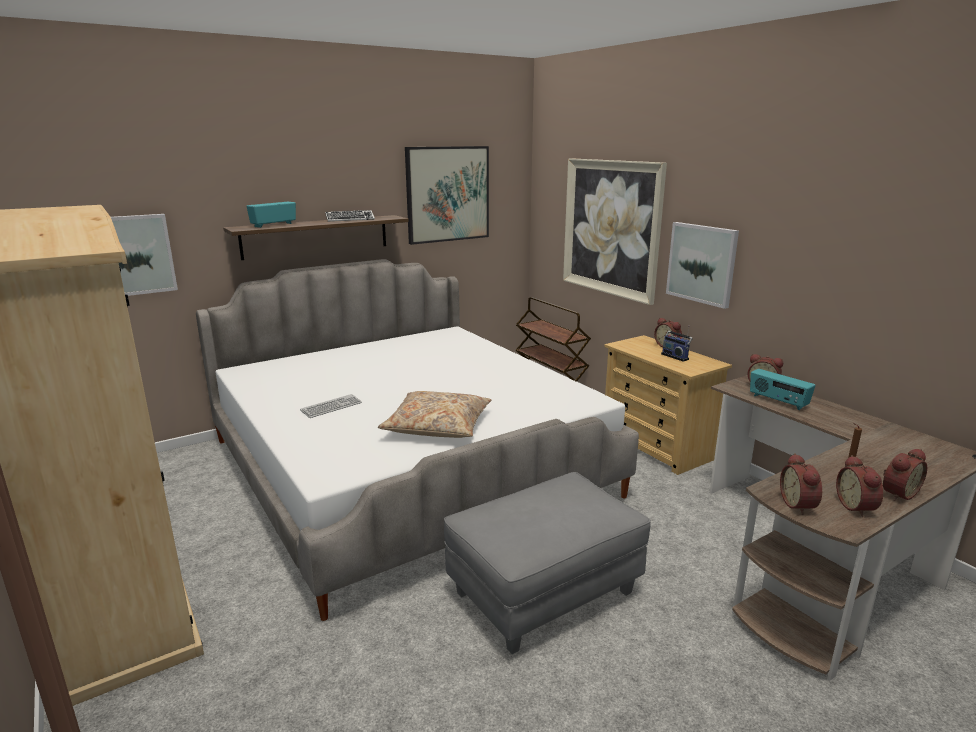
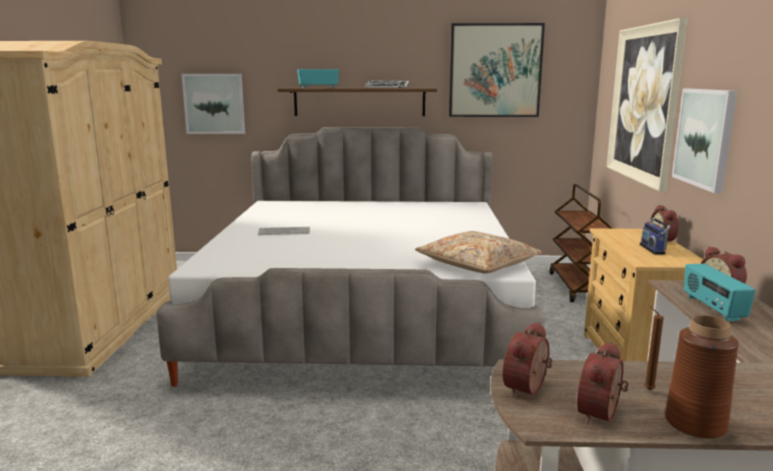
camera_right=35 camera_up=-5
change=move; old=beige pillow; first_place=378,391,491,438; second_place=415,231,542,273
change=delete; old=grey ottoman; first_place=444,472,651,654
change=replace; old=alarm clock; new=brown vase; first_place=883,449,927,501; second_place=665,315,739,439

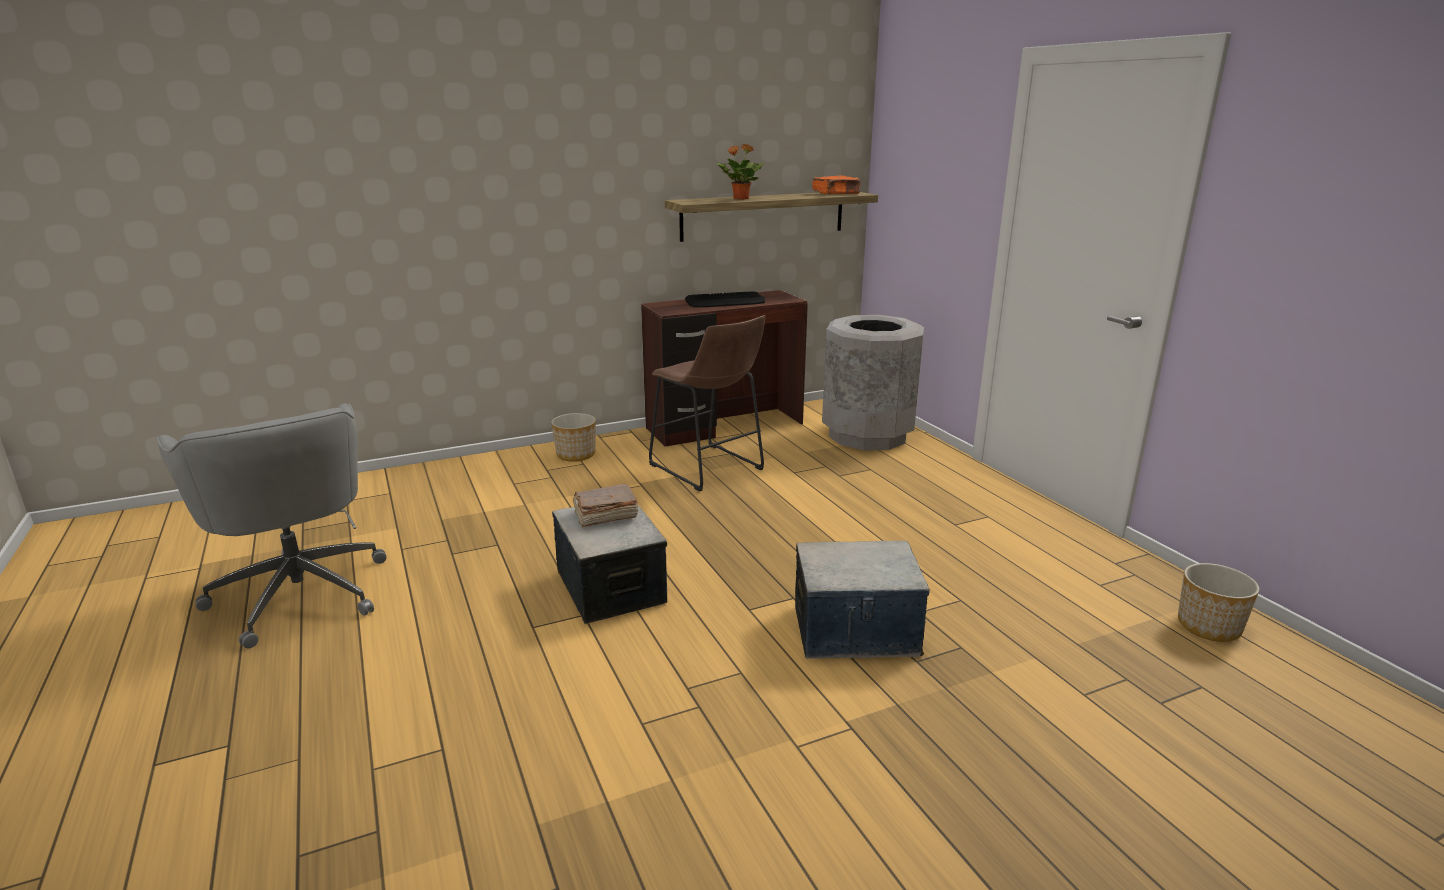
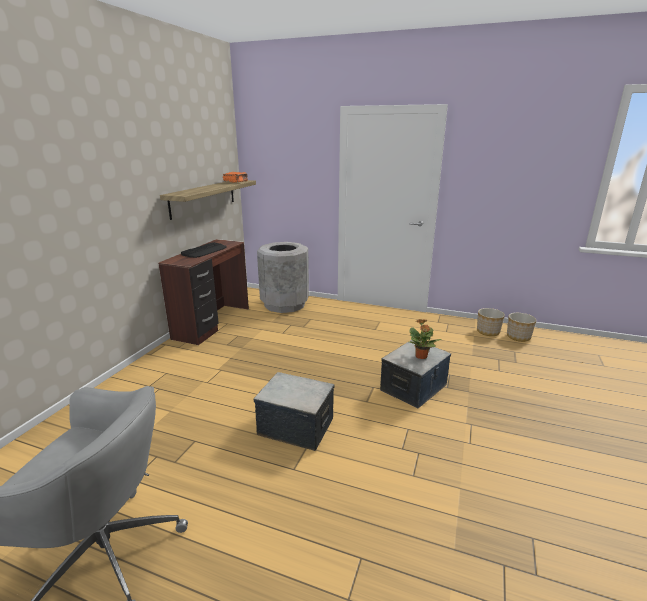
camera_right=-45 camera_up=0
change=move; old=planter; first_place=551,413,596,462; second_place=507,313,537,342
change=delete; old=brown book; first_place=573,484,638,528
change=delete; old=brown stool; first_place=649,315,765,492
change=move; old=potted plant; first_place=717,144,765,200; second_place=409,319,442,359

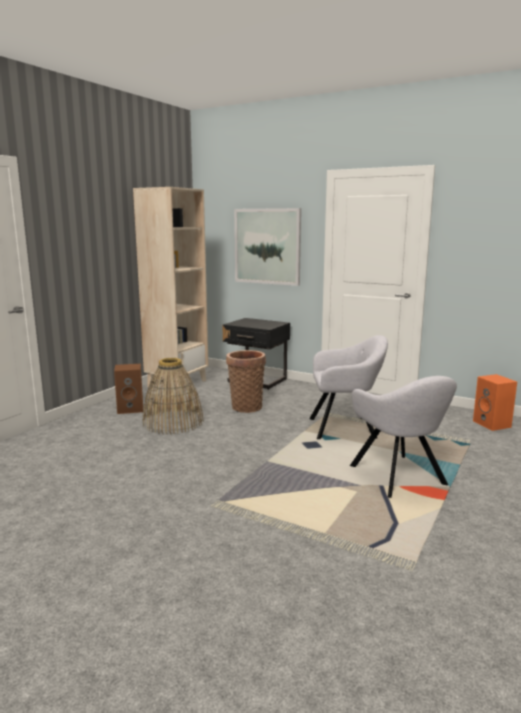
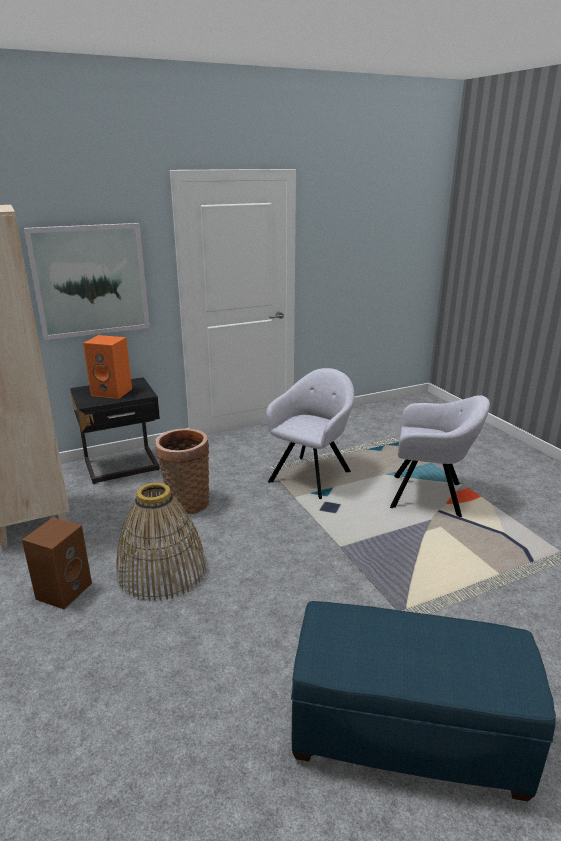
camera_right=-55 camera_up=10
change=move; old=orange speaker; first_place=473,374,517,431; second_place=83,335,132,399
change=insert; new=blue ottoman; second_place=291,601,556,802

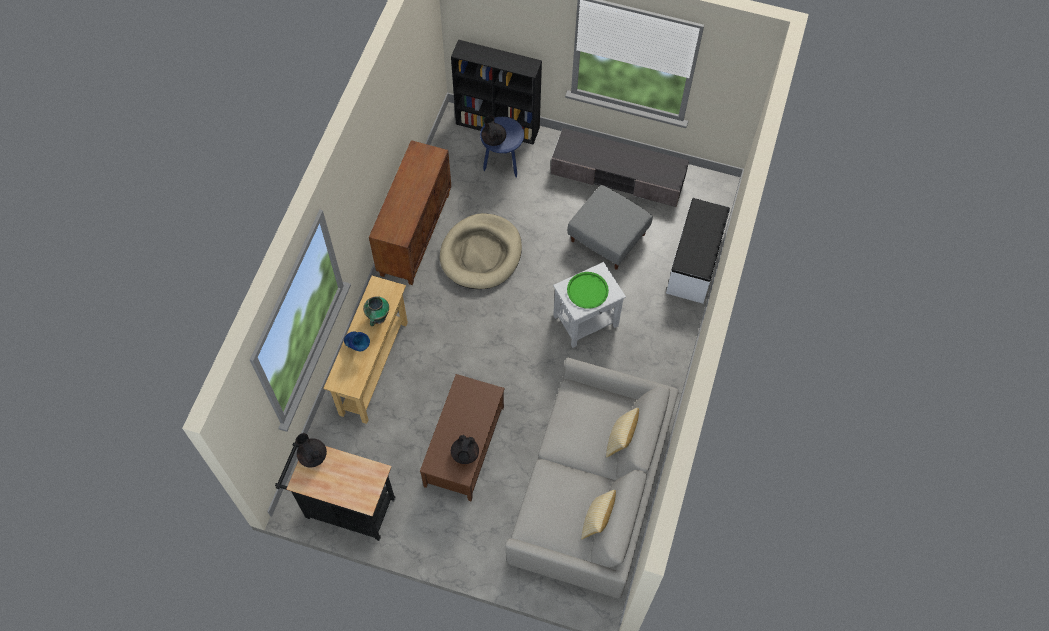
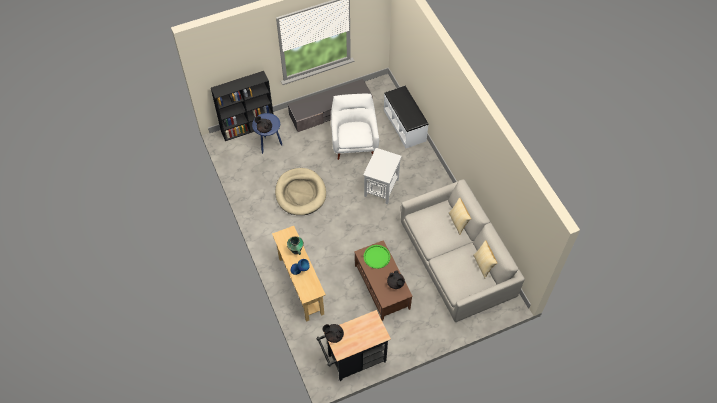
camera_right=-40 camera_up=-5
change=delete; old=brown cabinet; first_place=369,140,451,285
change=replace; old=grey ottoman; new=white armchair; first_place=567,185,653,270; second_place=331,94,379,160
change=move; old=green tray; first_place=567,272,609,309; second_place=364,245,390,269

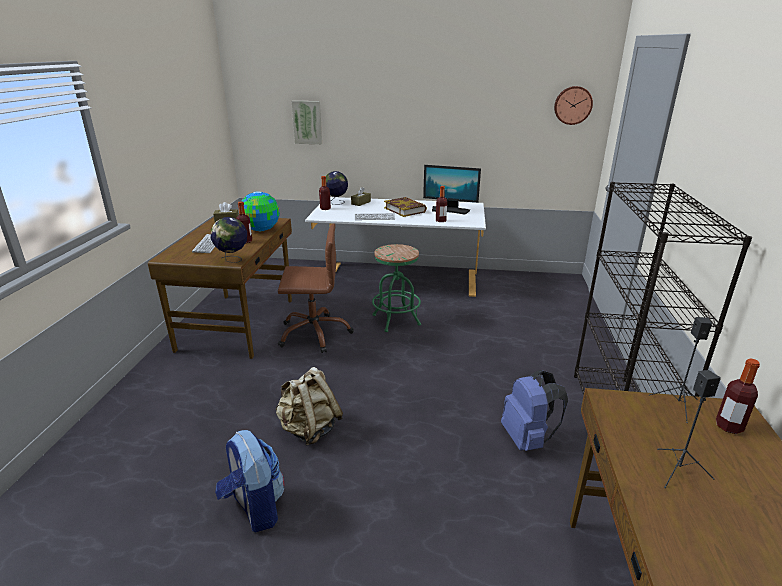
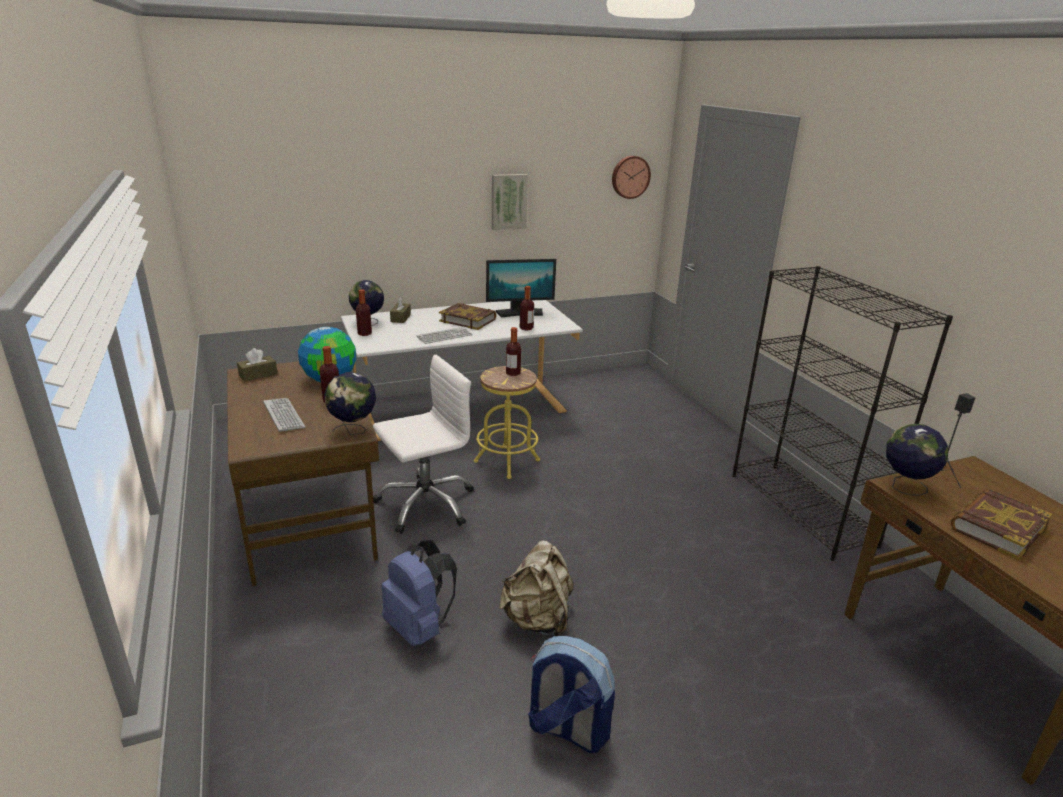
camera_right=-30 camera_up=0
change=recolor; old=brown office chair; new=white office chair; first_place=278,223,354,353; second_place=373,355,474,534
change=move; old=picture; first_place=291,101,322,144; second_place=492,174,528,230
change=recolor; old=green stool; new=yellow stool; first_place=372,244,421,332; second_place=474,366,540,479
change=move; old=blue backpack; first_place=501,370,568,451; second_place=382,540,457,647
change=replace; old=black speaker; new=book; first_place=657,370,721,488; second_place=951,488,1052,560
change=move; old=bottle; first_place=716,358,760,434; second_place=506,327,521,376
change=insert; new=globe; second_place=886,424,948,496

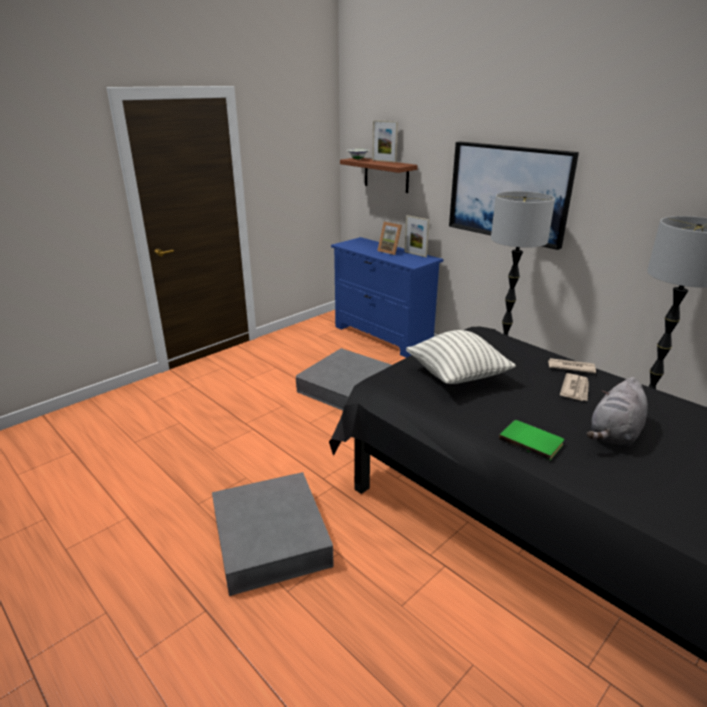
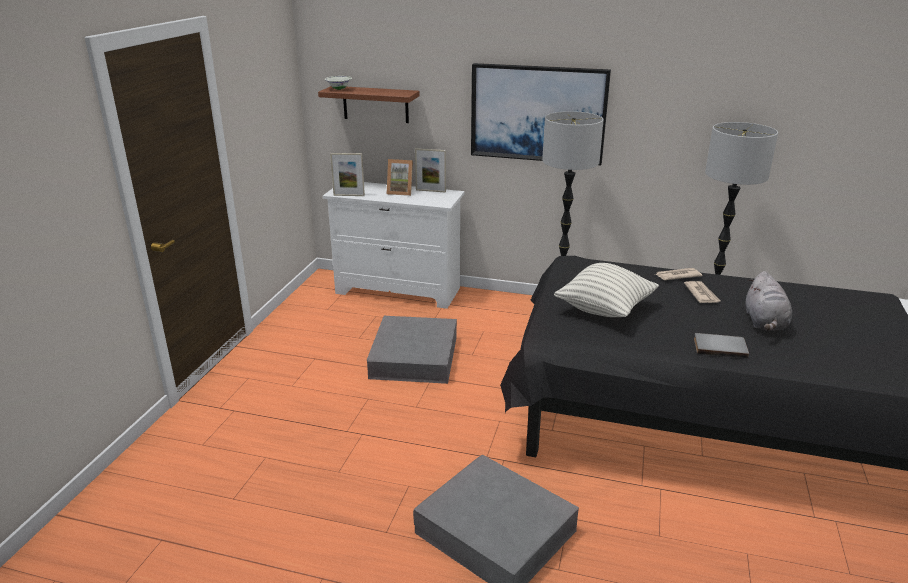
camera_right=-30 camera_up=0
change=recolor; old=blue dresser; new=white dresser; first_place=331,237,443,358; second_place=323,182,465,309
change=move; old=picture frame; first_place=372,120,398,162; second_place=330,153,365,196
change=recolor; old=green book; new=grey book; first_place=499,420,564,461; second_place=694,333,749,359

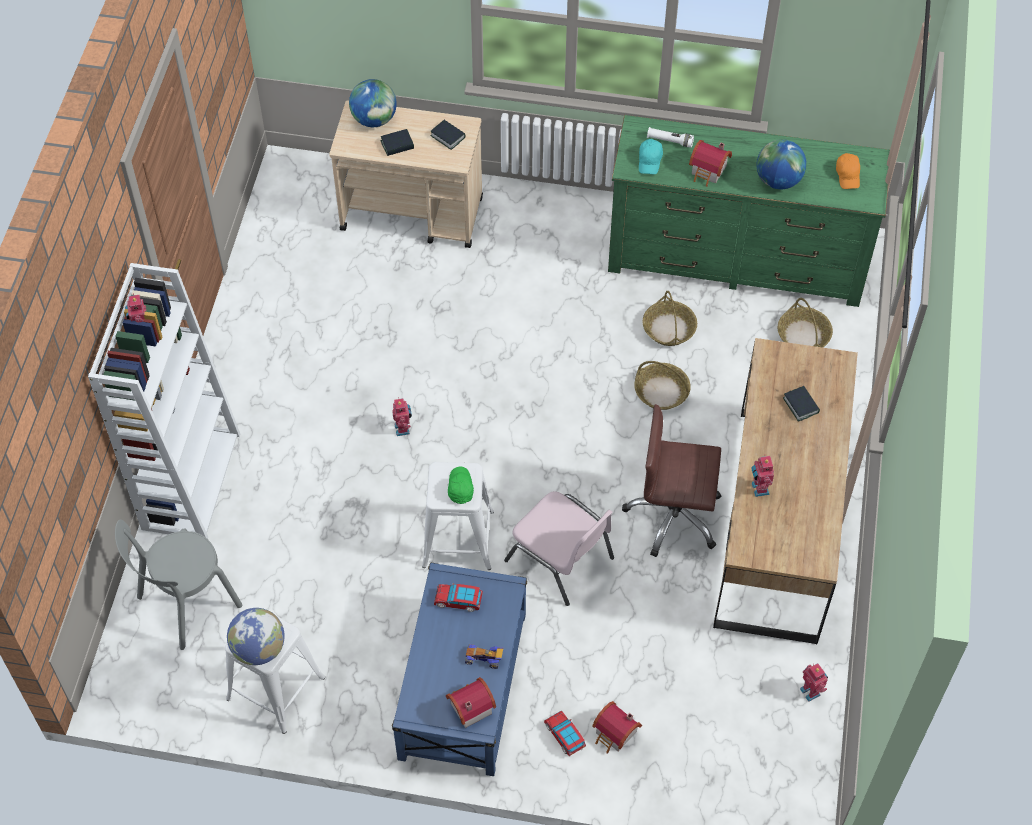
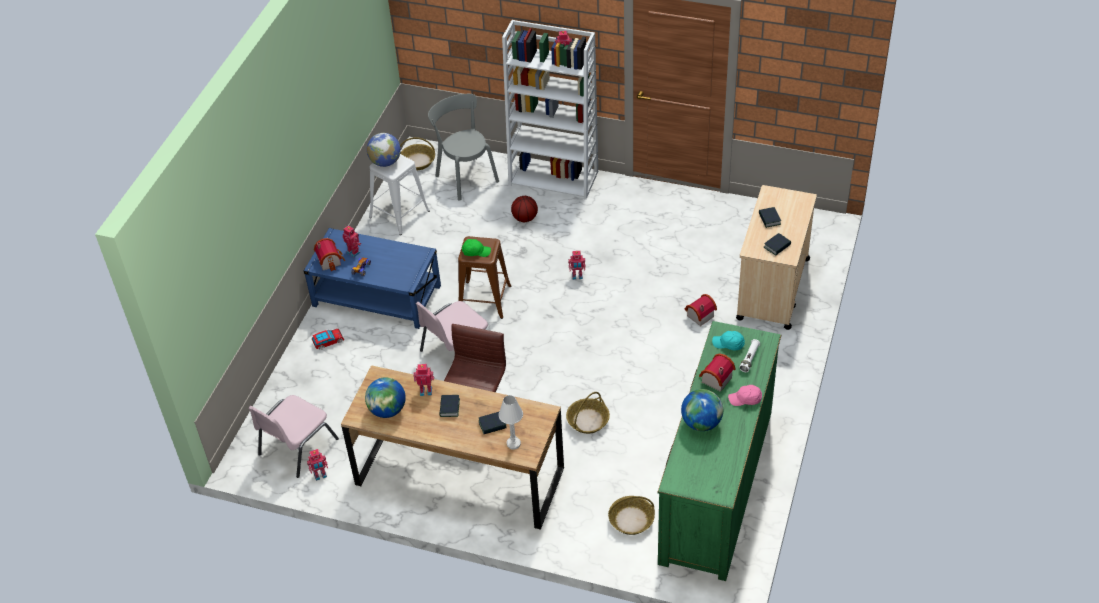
camera_right=100 camera_up=-10
change=move; old=globe; first_place=349,79,397,127; second_place=365,377,406,418
change=recolor; old=white stool; new=brown stool; first_place=422,462,494,570; second_place=458,236,511,319
change=delete; old=toy car; first_place=434,583,483,612
change=move; old=toy house; first_place=592,701,642,754; second_place=685,294,717,326
change=move; old=basket; first_place=643,291,697,346; second_place=400,137,435,170
change=delete; old=orange cap; first_place=836,153,860,189
change=insert; new=pink chair; second_place=248,395,339,478
change=insert; new=toy robot; second_place=343,225,361,258
change=insert; new=book; second_place=439,395,460,417
change=insert; new=white table lamp; second_place=499,395,523,449
change=insert; new=basketball; second_place=511,196,538,222
change=insert; new=pink cap; second_place=728,385,762,406

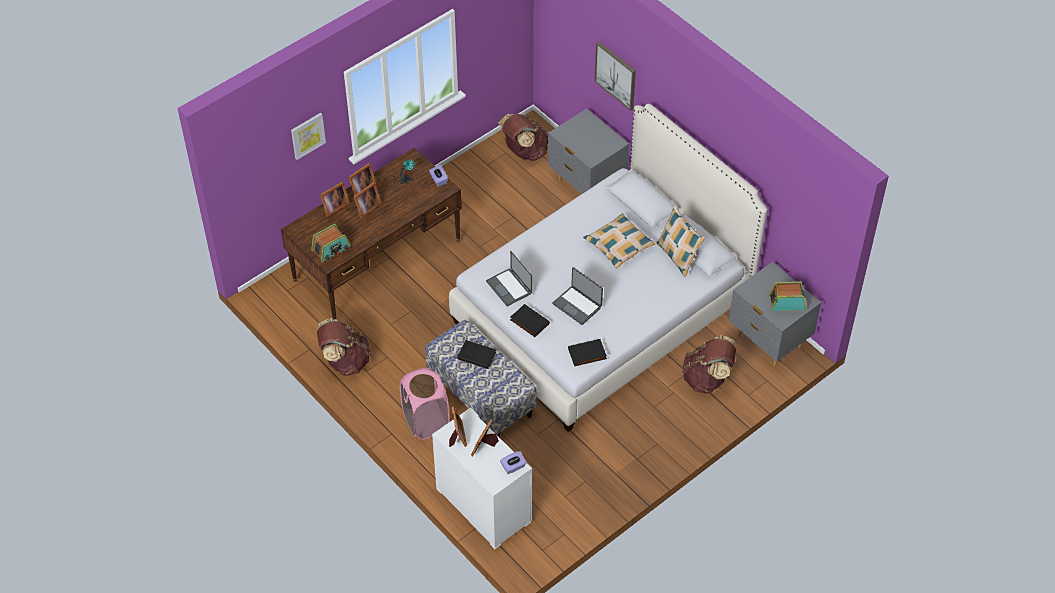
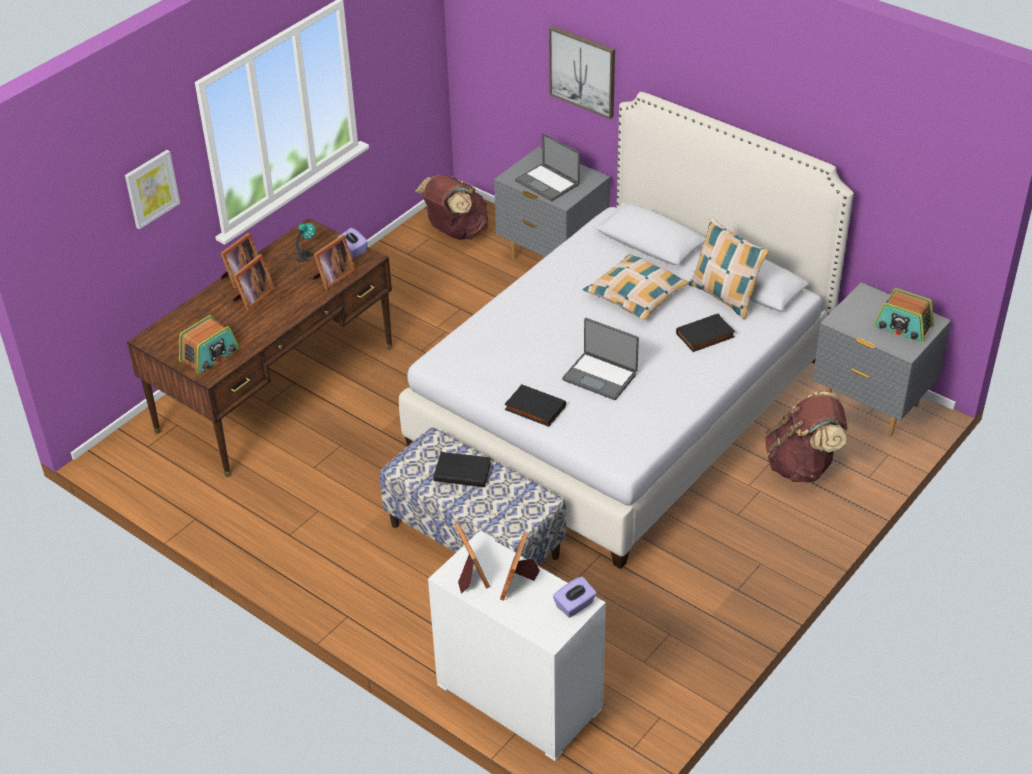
camera_right=-10 camera_up=-10
change=delete; old=brown backpack; first_place=317,318,371,376
change=move; old=picture frame; first_place=320,182,350,217; second_place=313,235,356,290
change=delete; old=pink laundry basket; first_place=400,368,450,440
change=move; old=laptop; first_place=486,251,532,307; second_place=515,133,580,202
change=move; old=black book; first_place=568,339,607,366; second_place=676,314,735,352
change=rotate; old=radio; first_place=768,281,806,311; second_place=873,288,934,343; degrees=-135

